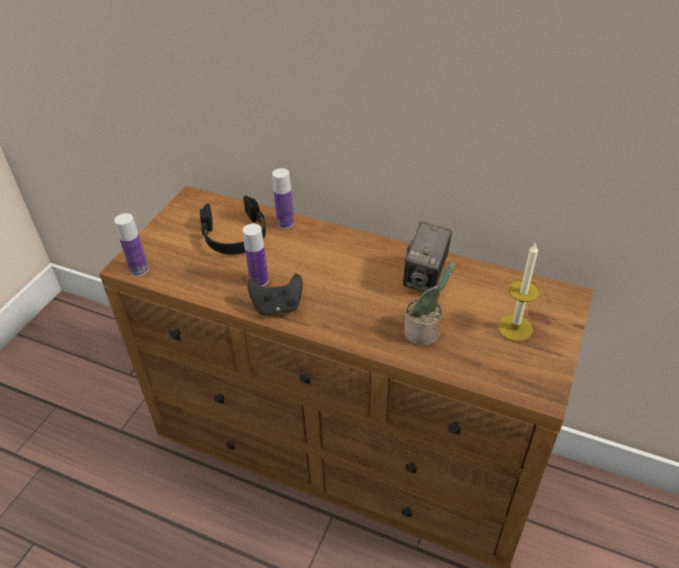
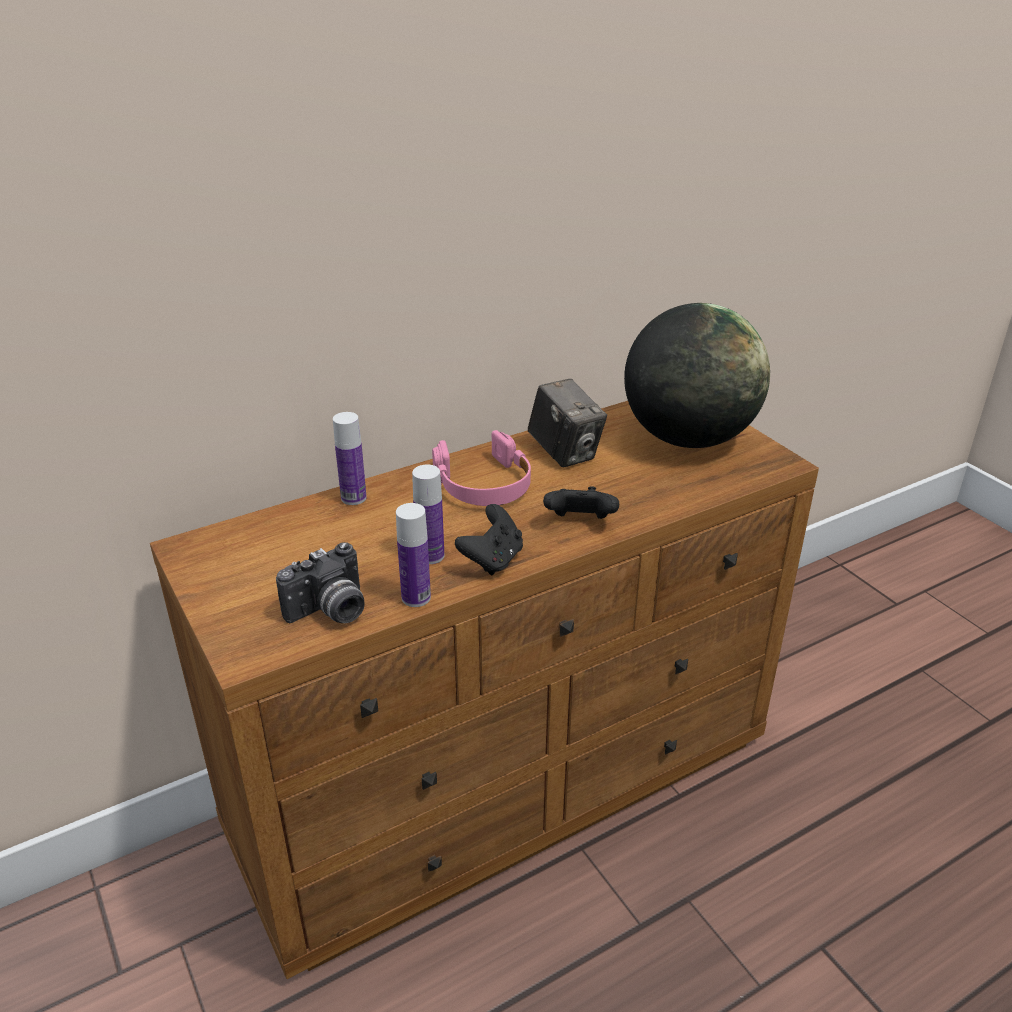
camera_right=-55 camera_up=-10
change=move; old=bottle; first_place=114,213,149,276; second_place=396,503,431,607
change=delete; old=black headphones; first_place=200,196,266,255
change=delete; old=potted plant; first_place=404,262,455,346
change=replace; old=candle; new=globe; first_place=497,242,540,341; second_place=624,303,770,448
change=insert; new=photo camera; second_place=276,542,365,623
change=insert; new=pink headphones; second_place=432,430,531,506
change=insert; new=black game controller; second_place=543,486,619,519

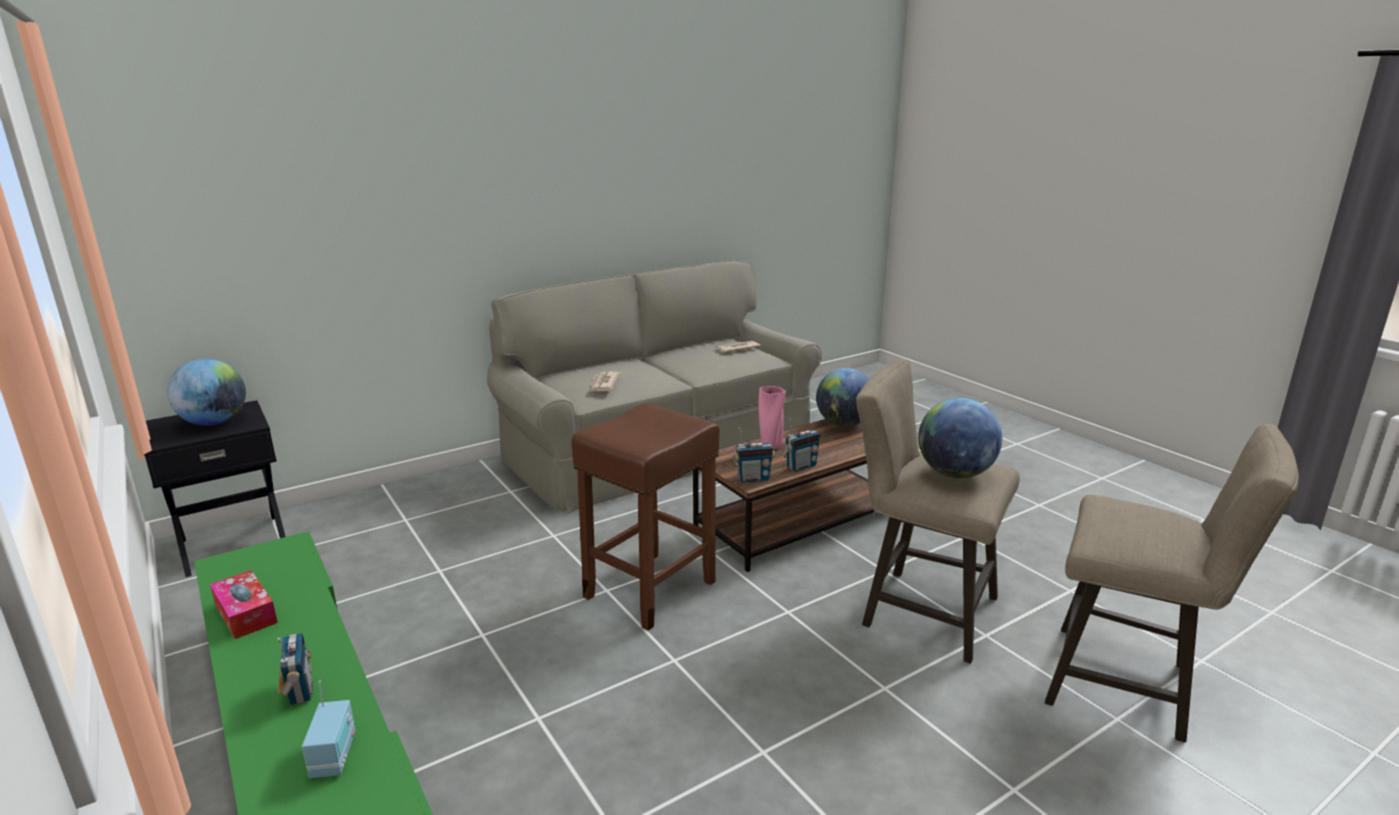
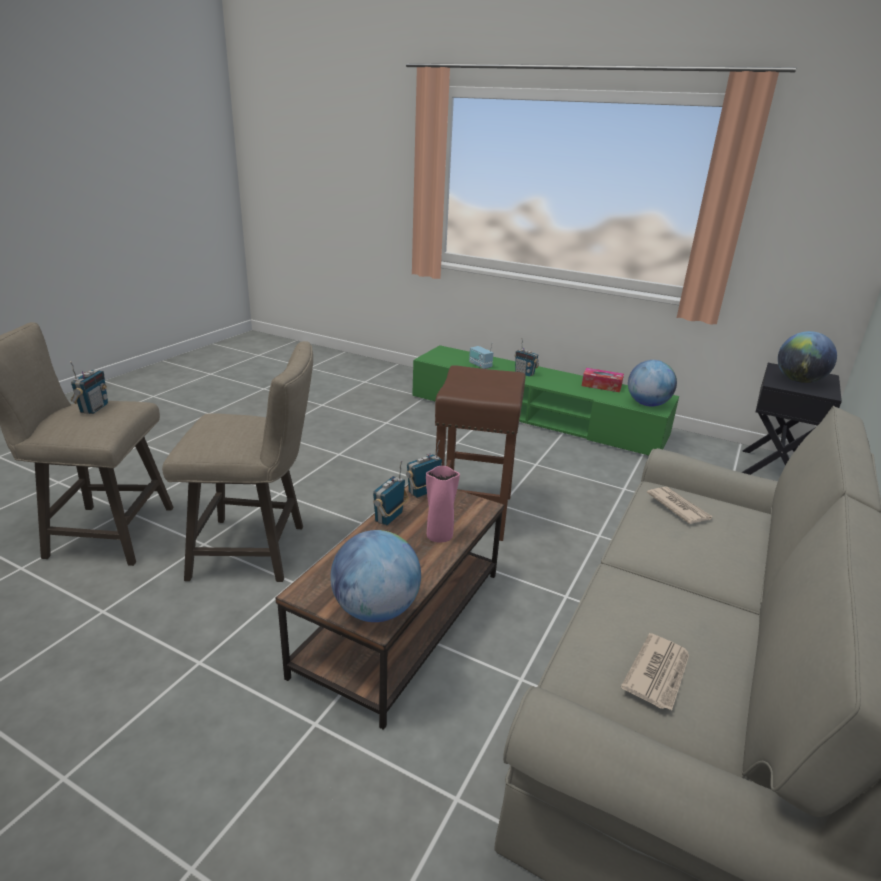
camera_right=150 camera_up=5
change=move; old=globe; first_place=918,398,1002,478; second_place=628,360,677,406
change=insert; new=radio; second_place=70,361,108,414

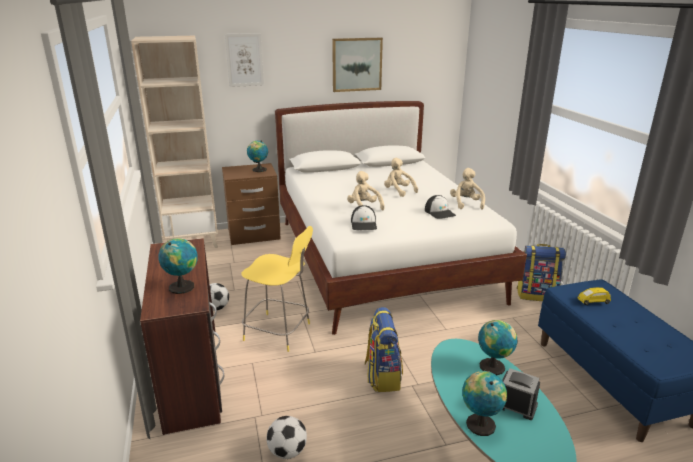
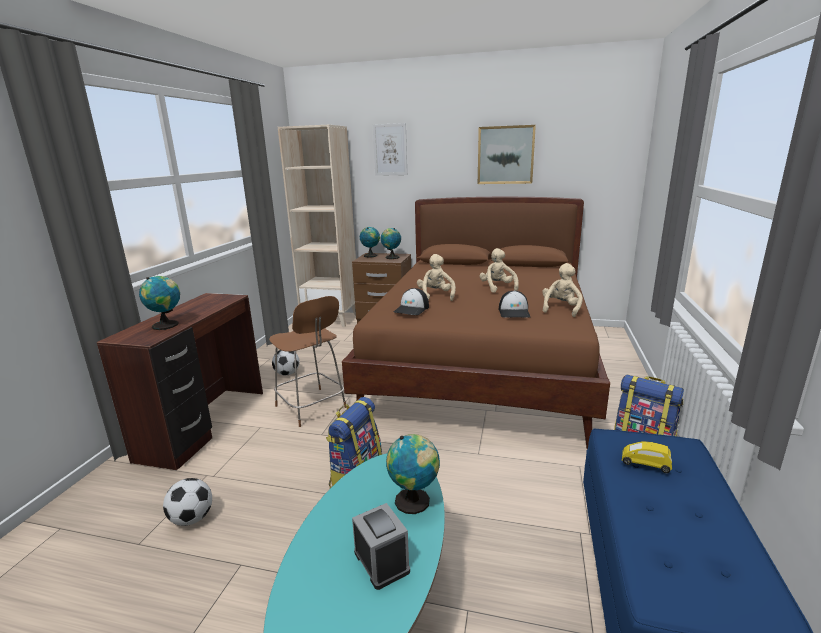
camera_right=30 camera_up=-5
change=recolor; old=yellow stool; new=brown stool; first_place=241,226,313,352; second_place=269,296,347,427
change=recolor; old=white bed; new=brown bed; first_place=275,101,527,335; second_place=342,197,610,449
change=move; old=globe; first_place=462,371,507,436; second_place=360,227,380,257

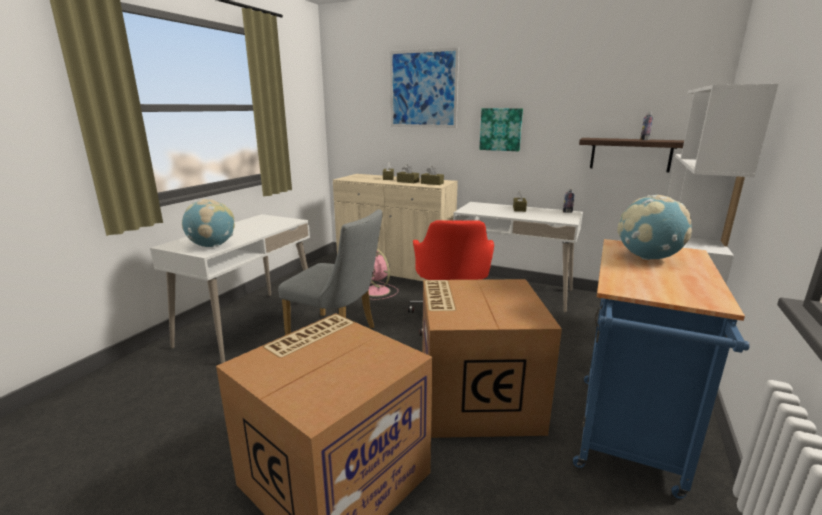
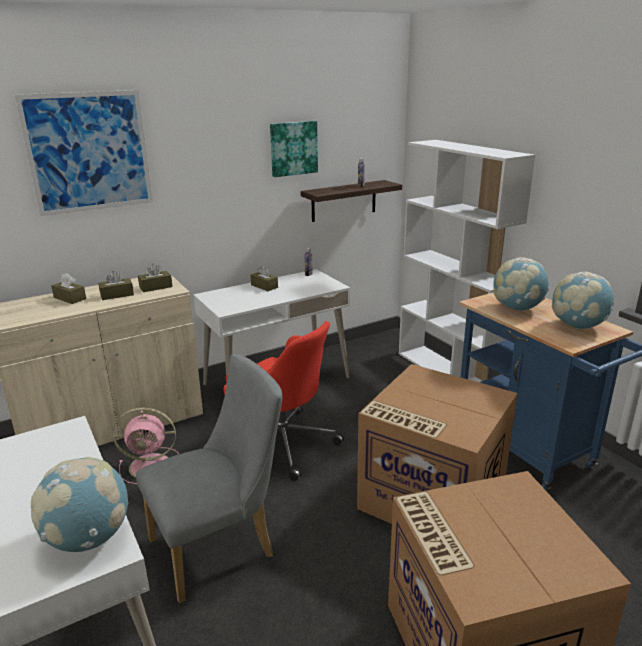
camera_right=-55 camera_up=5
change=move; old=picture; first_place=479,108,523,151; second_place=270,121,318,177
change=insert; new=globe; second_place=552,272,614,330

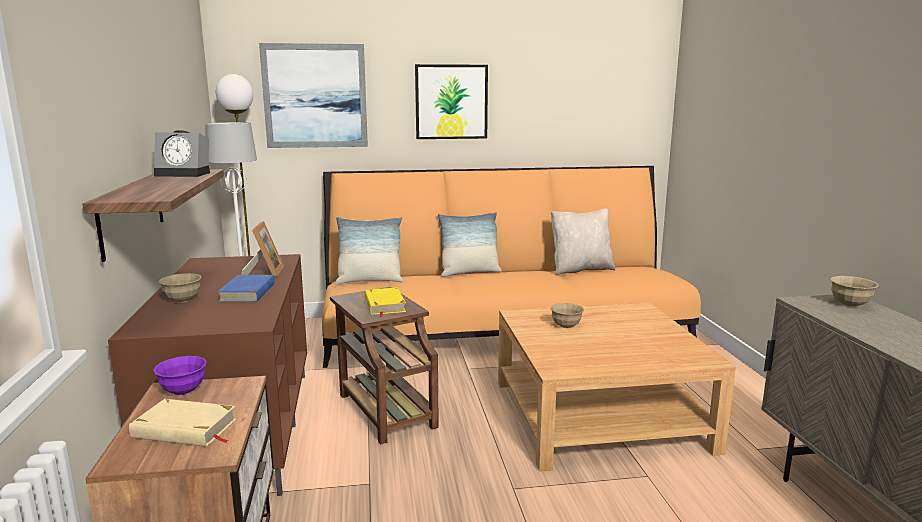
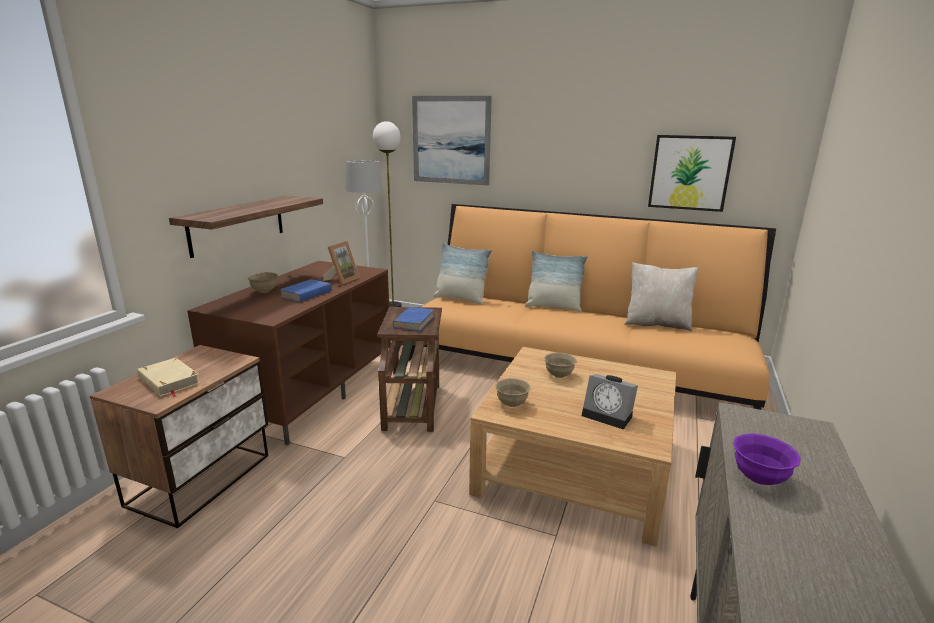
camera_right=30 camera_up=5
change=move; old=purple bowl; first_place=153,356,207,395; second_place=733,433,801,485
change=move; old=alarm clock; first_place=154,130,210,177; second_place=582,374,638,430
change=recolor; old=yellow book; new=blue book; first_place=365,287,406,317; second_place=393,307,434,332
change=move; old=picture; first_place=415,64,488,139; second_place=648,135,736,212
change=move; old=beige bowl; first_place=830,276,879,307; second_place=495,378,531,407

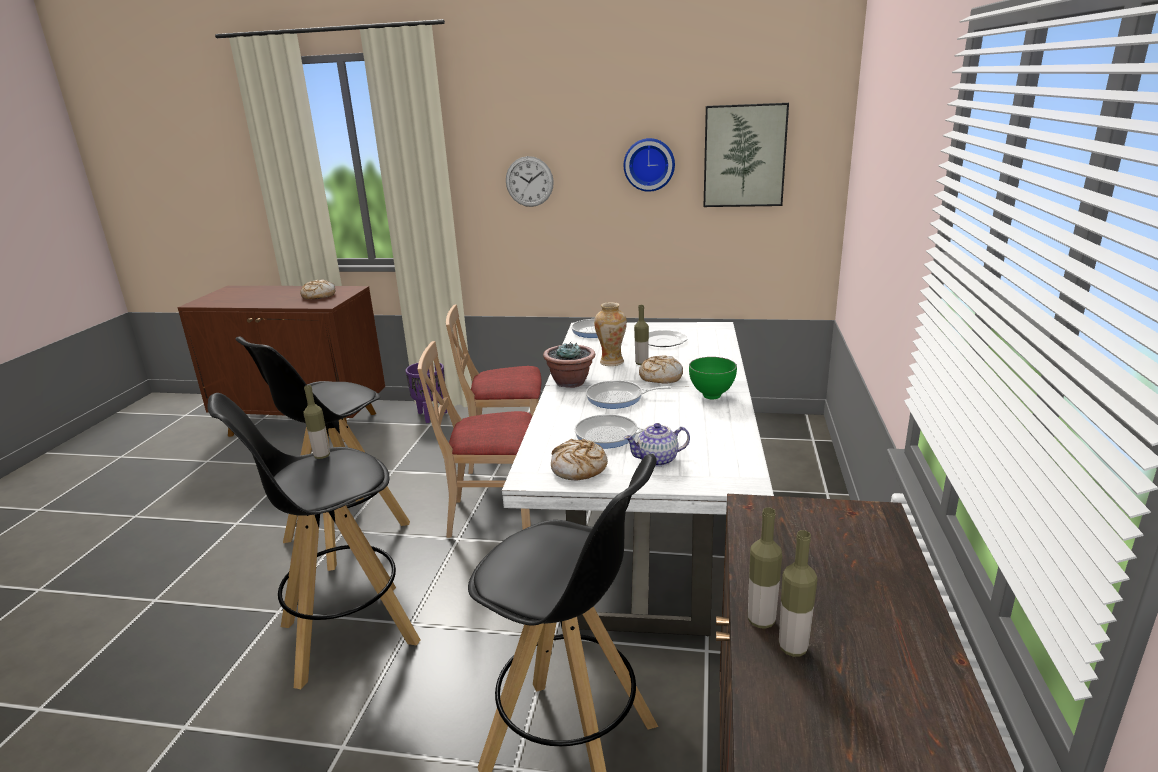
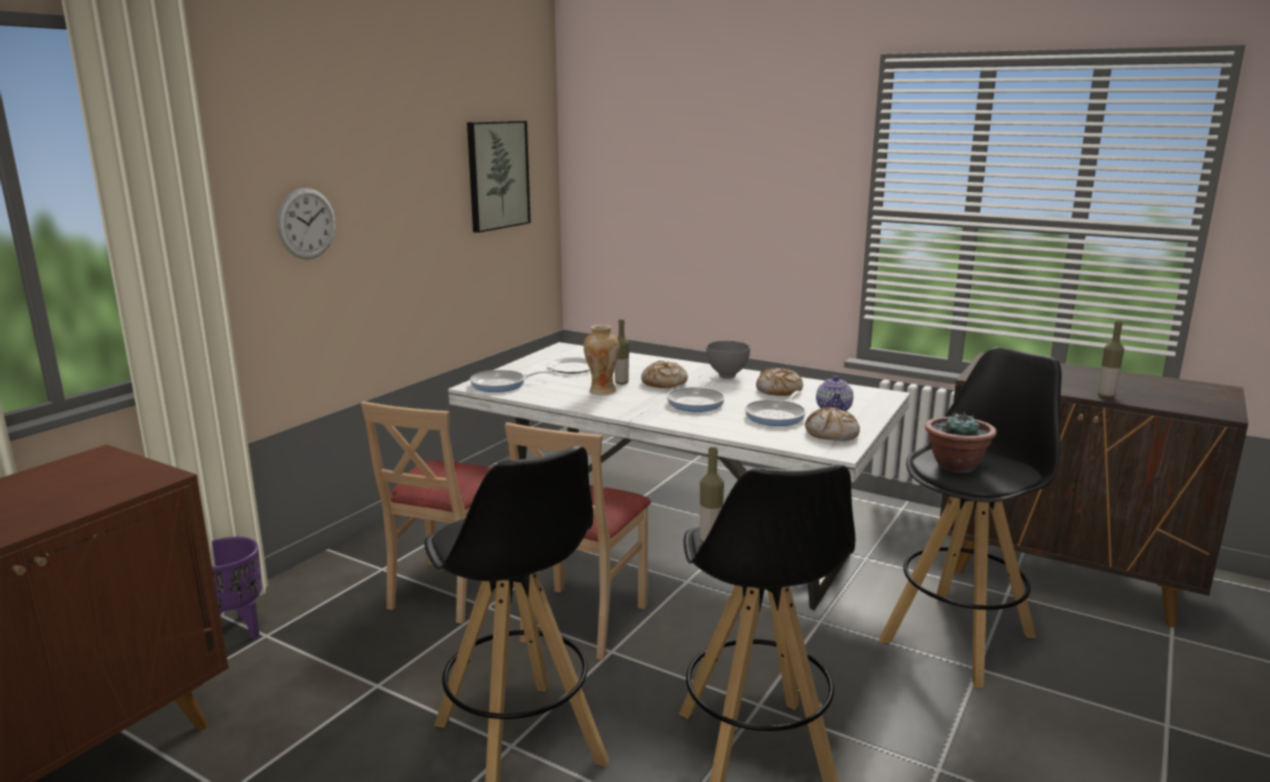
camera_right=-70 camera_up=-5
change=move; old=bread; first_place=300,279,335,299; second_place=756,368,803,396
change=move; old=potted plant; first_place=543,341,595,388; second_place=925,412,997,473
change=delete; old=wall clock; first_place=624,138,675,192
change=recolor; old=green bowl; new=grey bowl; first_place=689,357,737,399; second_place=706,341,750,379
change=delete; old=bottle; first_place=779,530,817,657

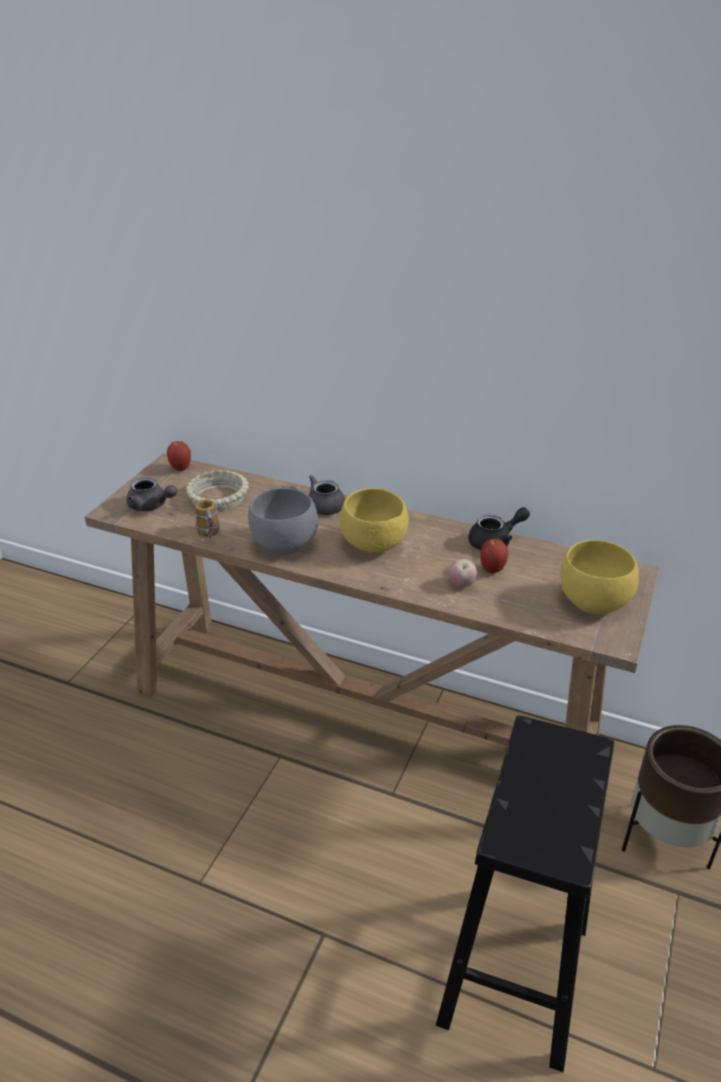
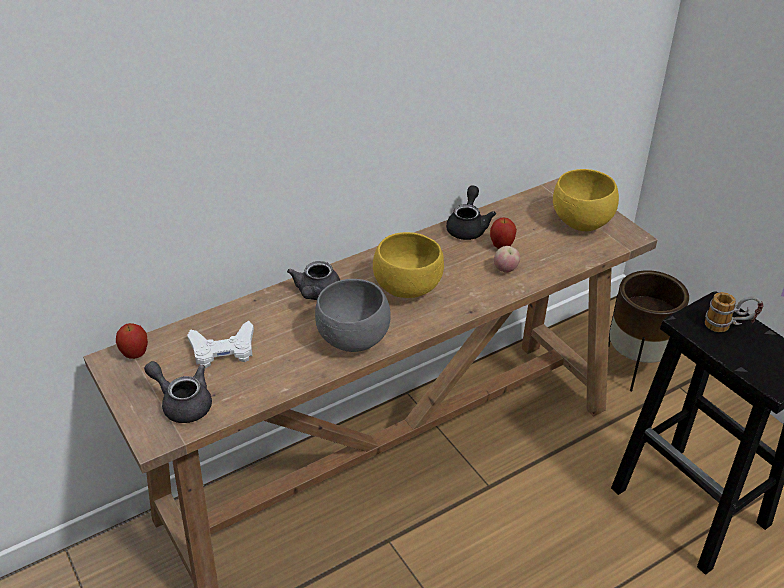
camera_right=-55 camera_up=5
change=rotate; old=grey teapot; first_place=127,477,177,511; second_place=144,361,212,423; degrees=-120
change=replace; old=beige bowl; new=white game controller; first_place=186,470,249,511; second_place=187,321,254,368
change=move; old=mug; first_place=194,499,220,538; second_place=705,292,764,332

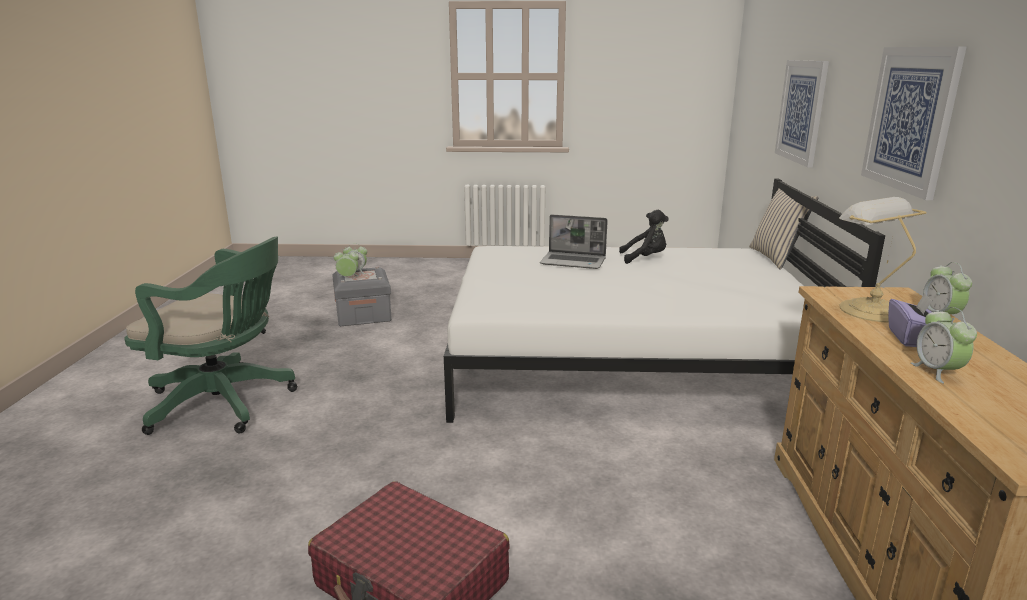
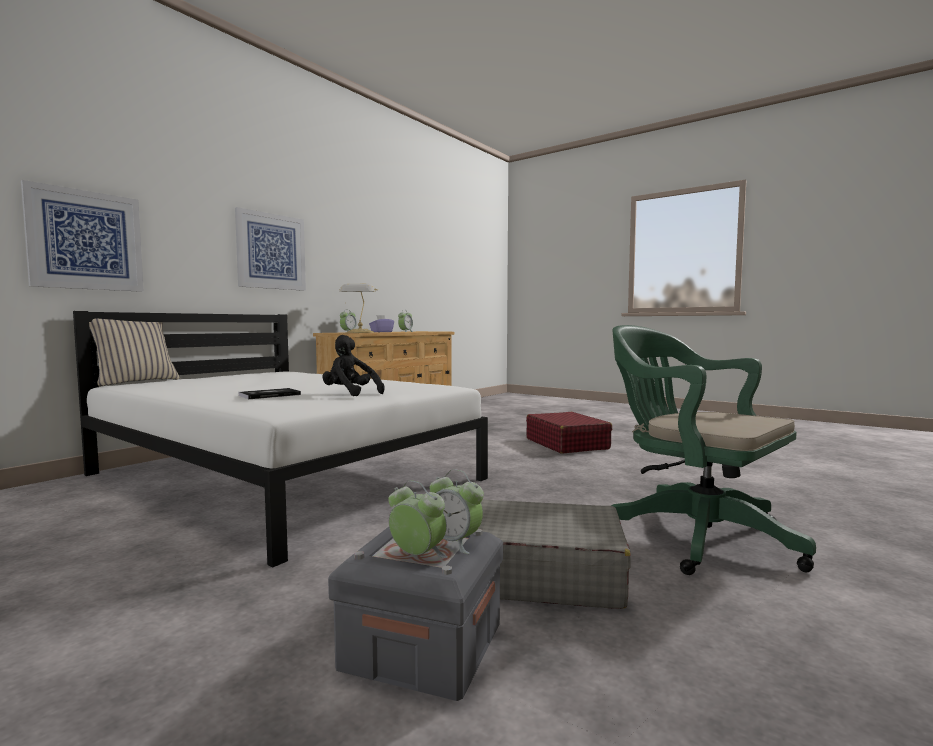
camera_right=-145 camera_up=-15
change=replace; old=laptop; new=book; first_place=540,214,608,269; second_place=238,388,301,399
change=move; old=black plush toy; first_place=619,210,669,264; second_place=323,335,385,396
change=insert; new=grey suitcase; second_place=478,499,631,609

